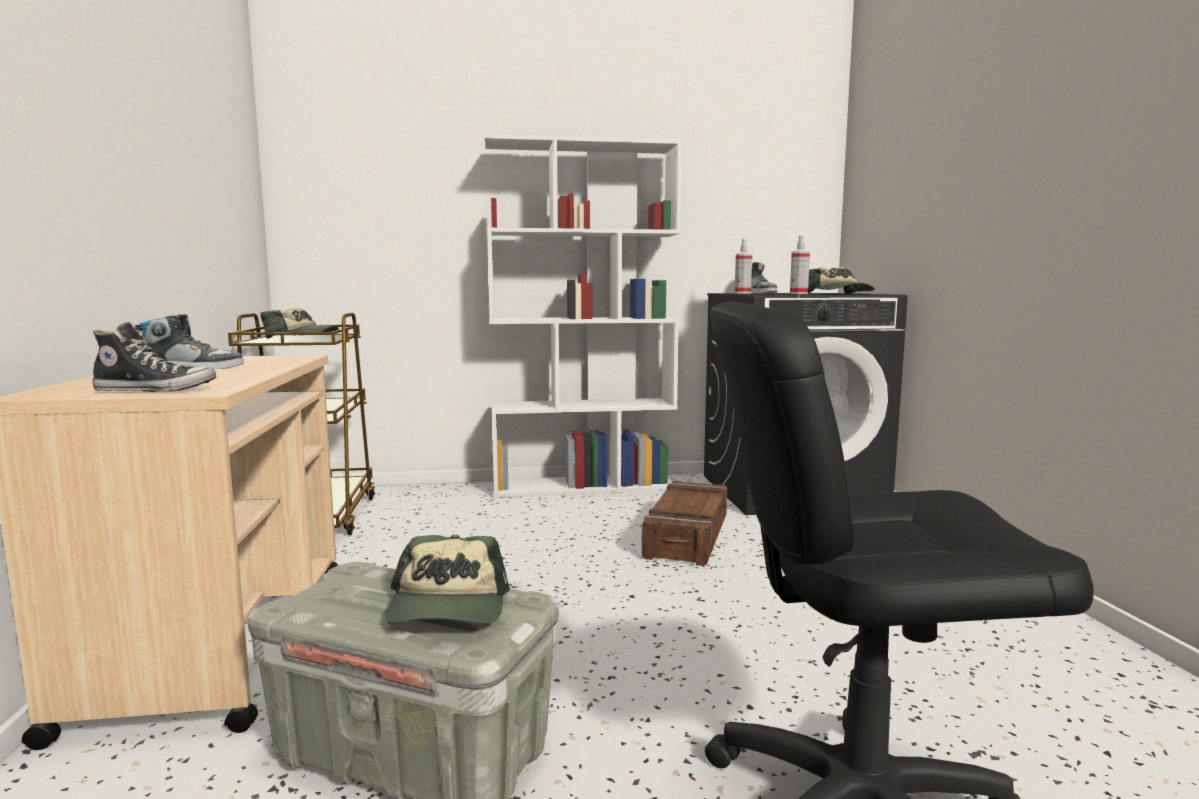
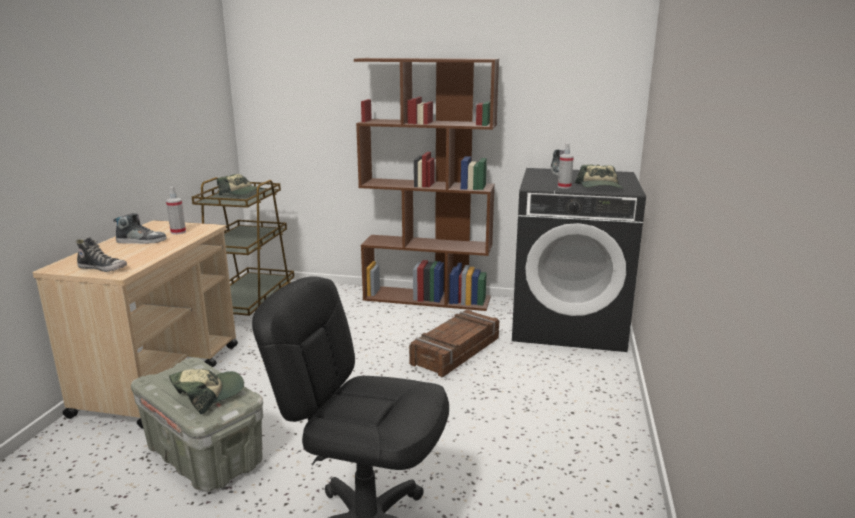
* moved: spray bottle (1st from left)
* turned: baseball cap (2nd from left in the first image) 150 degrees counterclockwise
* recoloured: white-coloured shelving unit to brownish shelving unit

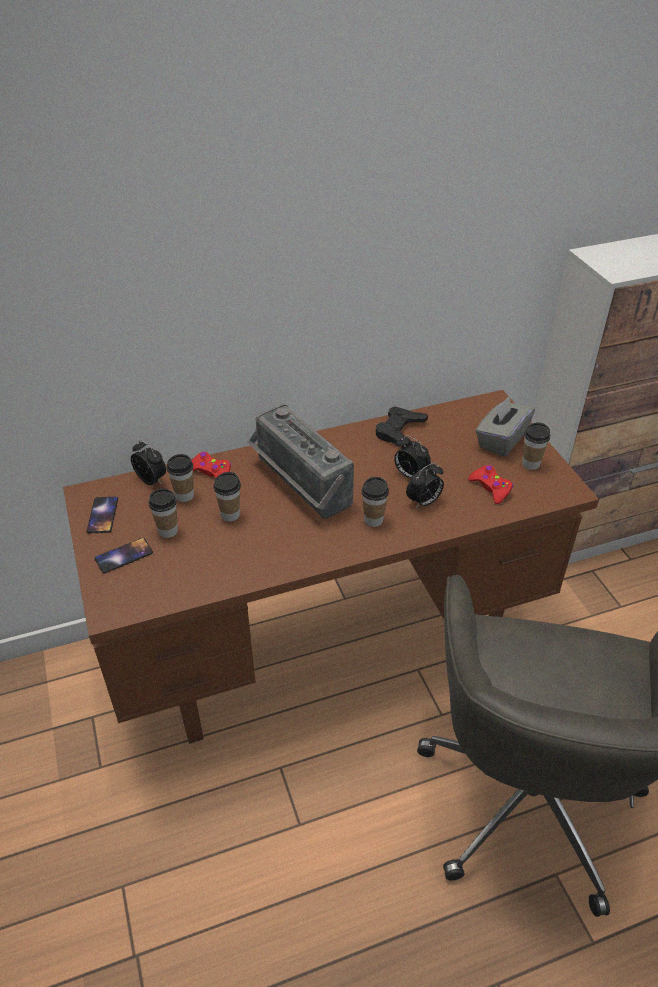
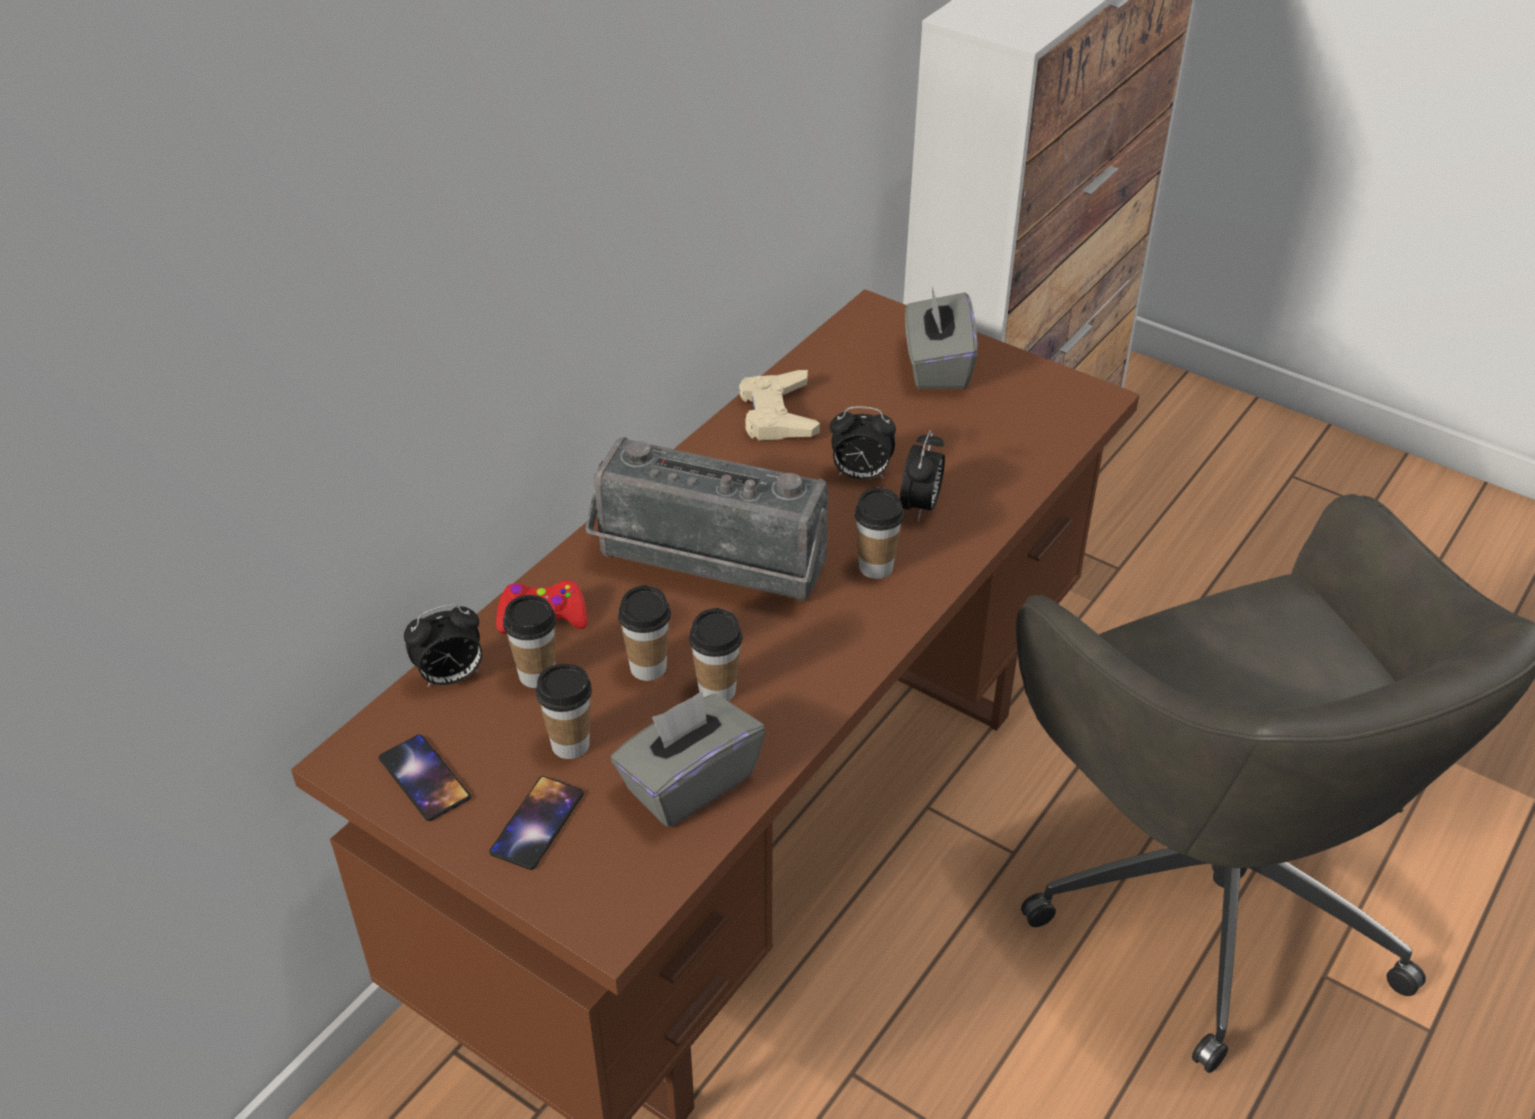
* turned: table clock (1st from left) 150 degrees clockwise
* added: gray tissue holder (1st from left)
* moved: cup (5th from left in the first image) to cup (4th from left)
* recoloured: black-coloured gamepad to beige-coloured gamepad
* removed: reddish gamepad (2nd from left)

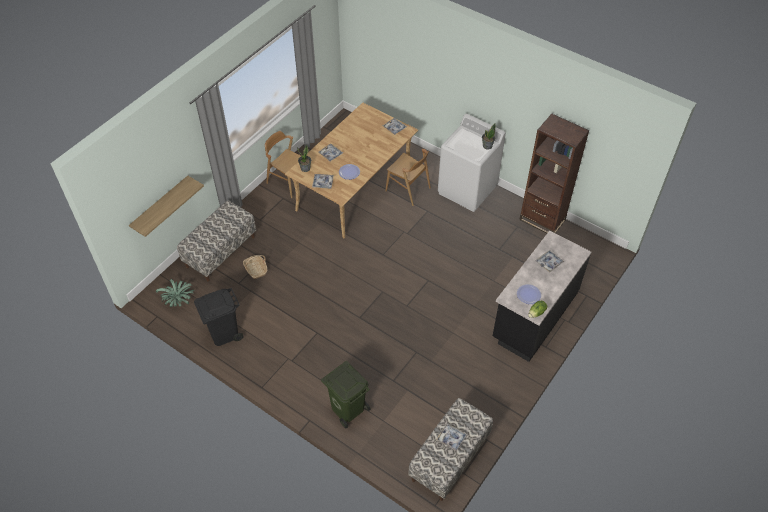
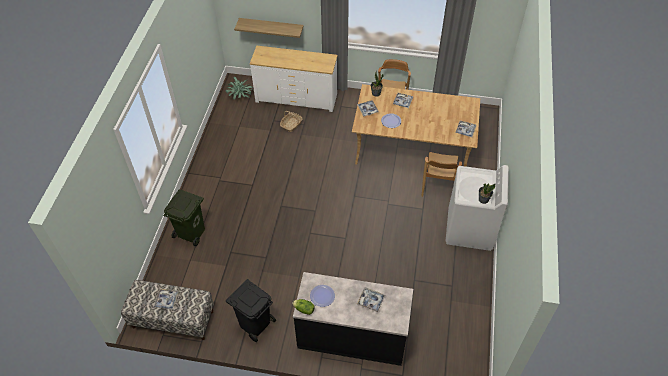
* moved: black-coloured trash can
* replaced: long seat (1st from left) to white-coloured dresser
* removed: brownish shelving unit

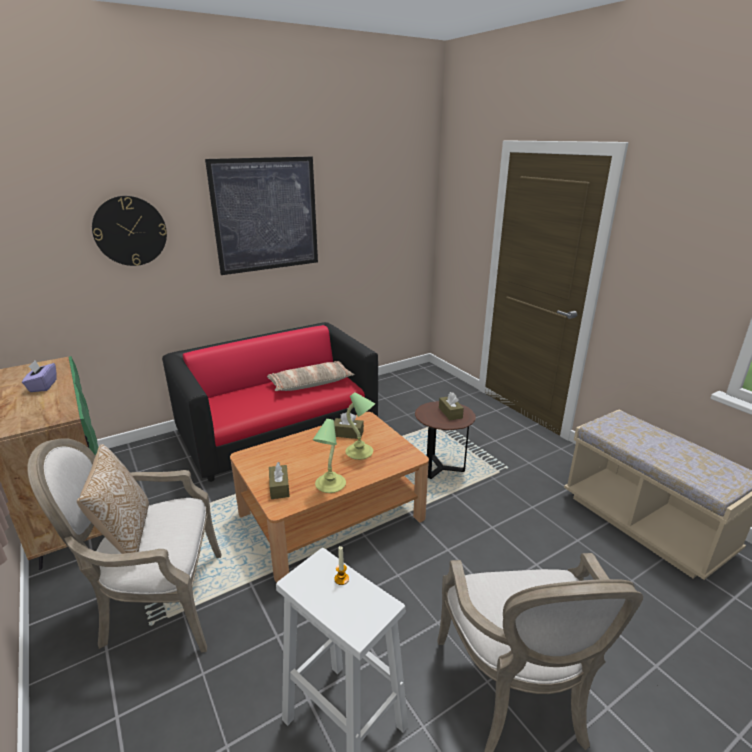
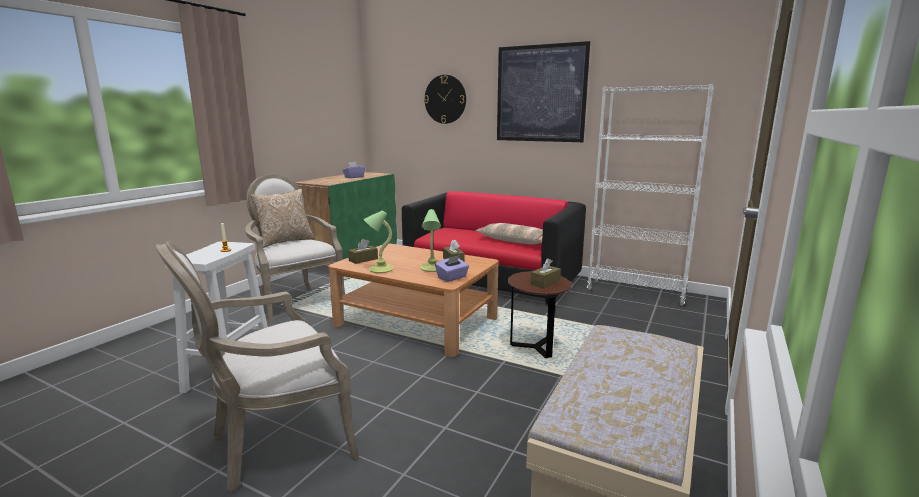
* added: purplish tissue holder (2nd from left)
* added: white-coloured shelving unit

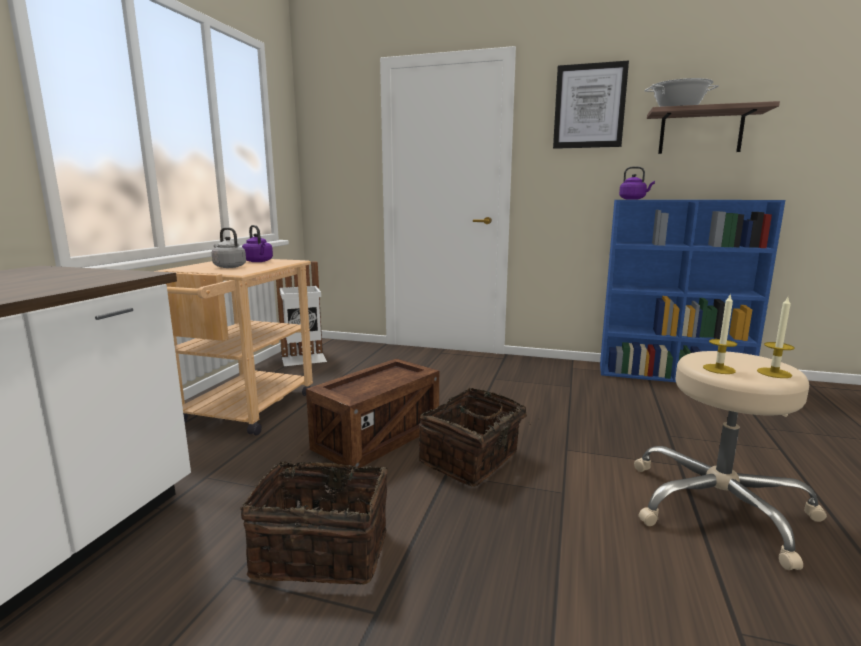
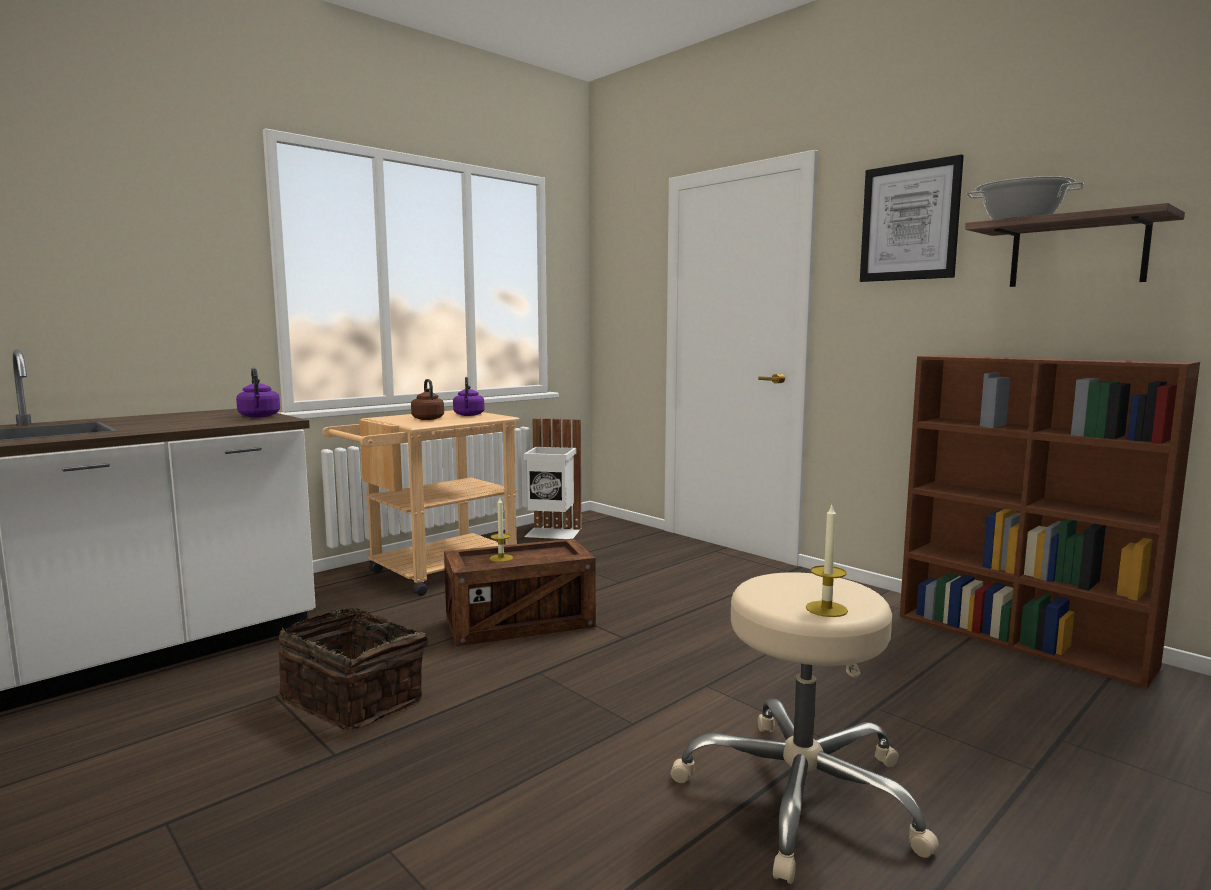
* moved: purplish water kettle (2nd from left in the first image) to purplish water kettle (1st from left)
* recoloured: gray water kettle to brownish water kettle
* moved: wax light (1st from left)
* recoloured: blue-coloured shelving unit to brownish shelving unit
* removed: household basket (2nd from left)

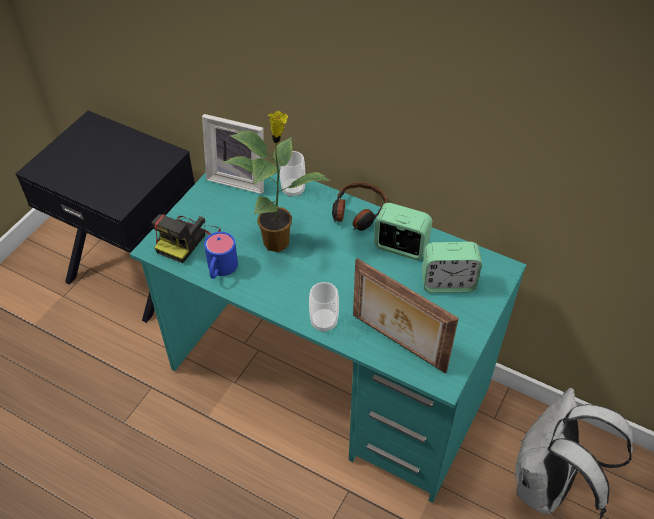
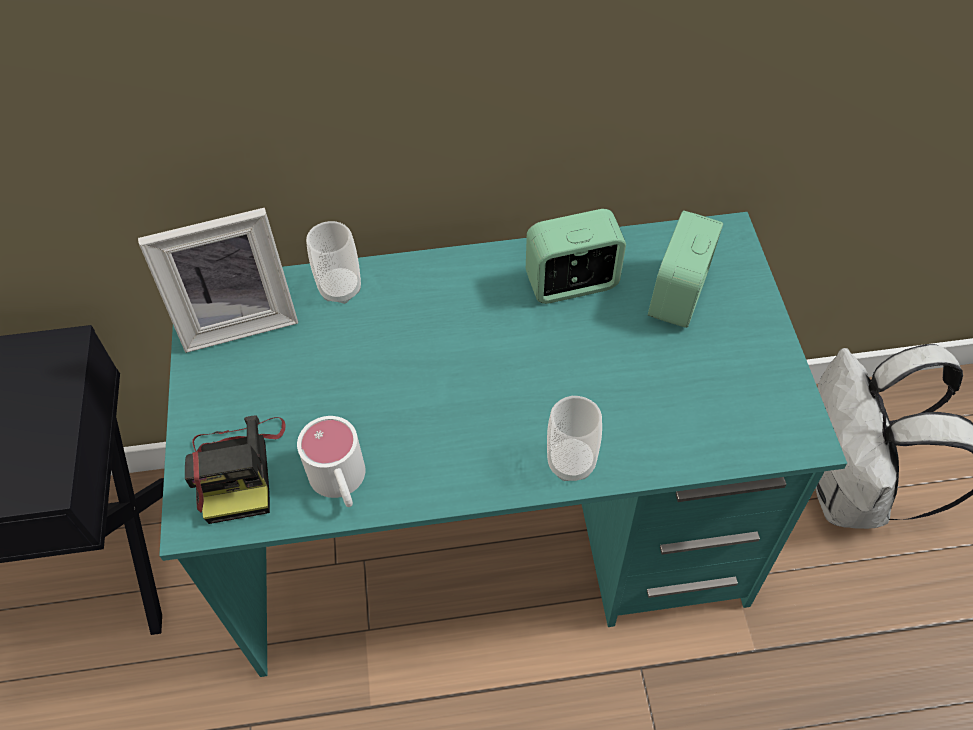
* recoloured: blue-coloured coffee mug to white-coloured coffee mug
* turned: table clock (2nd from left) 150 degrees clockwise
* removed: houseplant
* removed: headphones
* removed: standing frame (2nd from left)

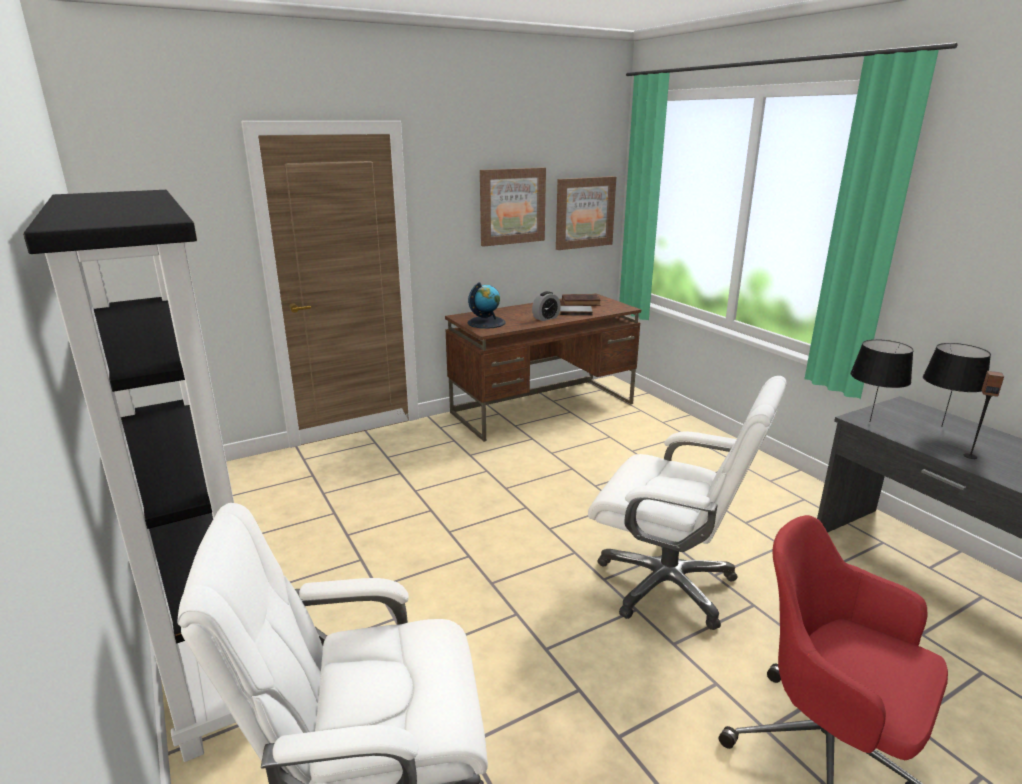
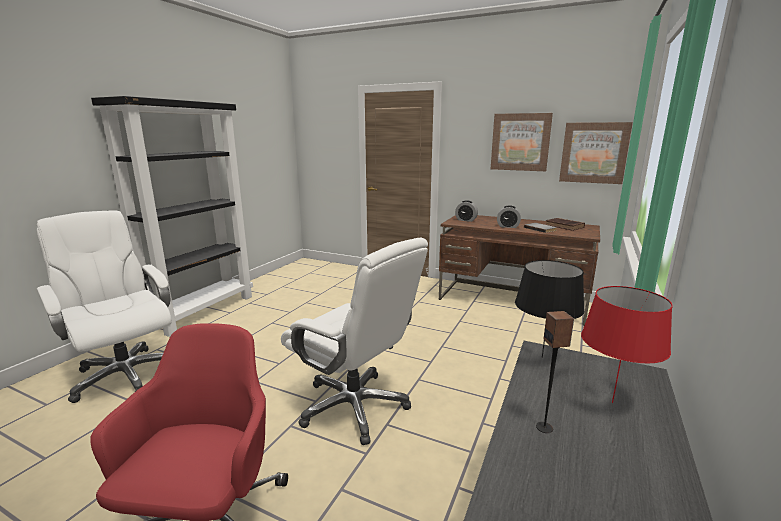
* turned: white-coloured computer chair (2nd from left) 45 degrees counterclockwise
* replaced: world globe to table clock (1st from left)
* recoloured: black-coloured table lamp (2nd from left) to reddish table lamp

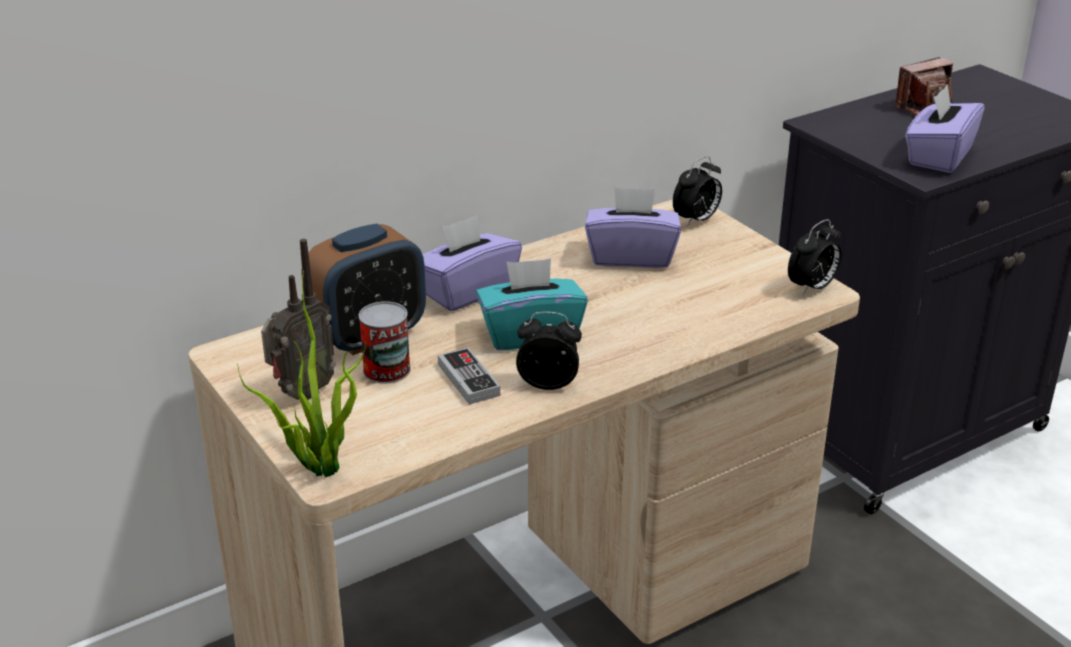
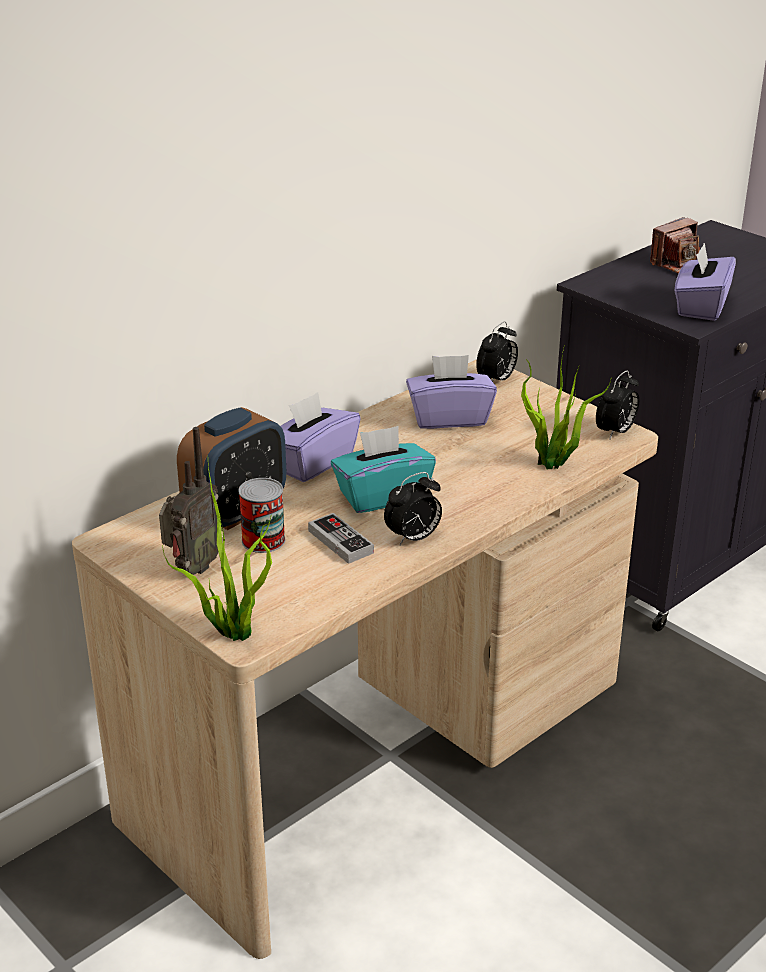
* turned: table clock (2nd from left) 150 degrees clockwise
* added: houseplant (2nd from left)

